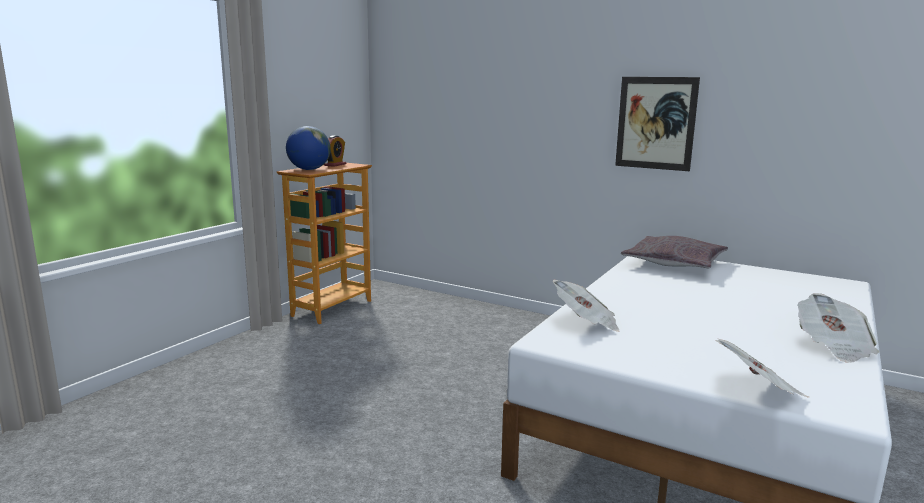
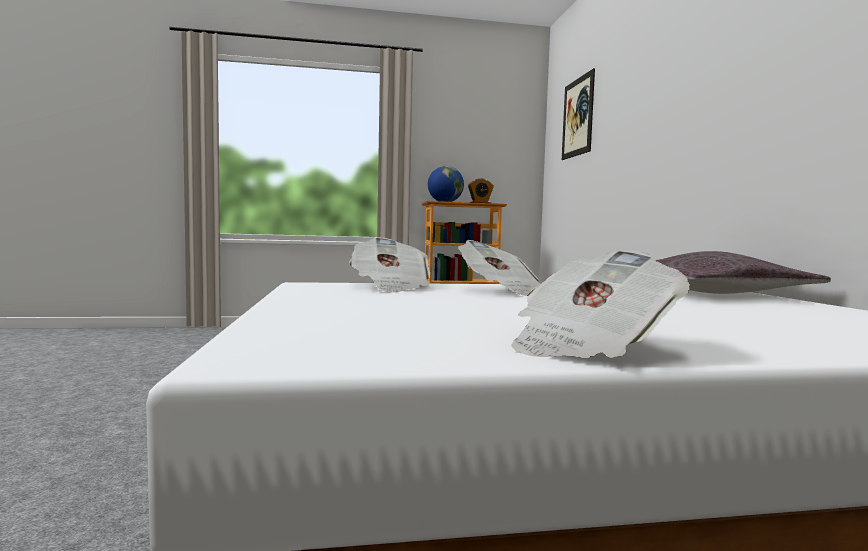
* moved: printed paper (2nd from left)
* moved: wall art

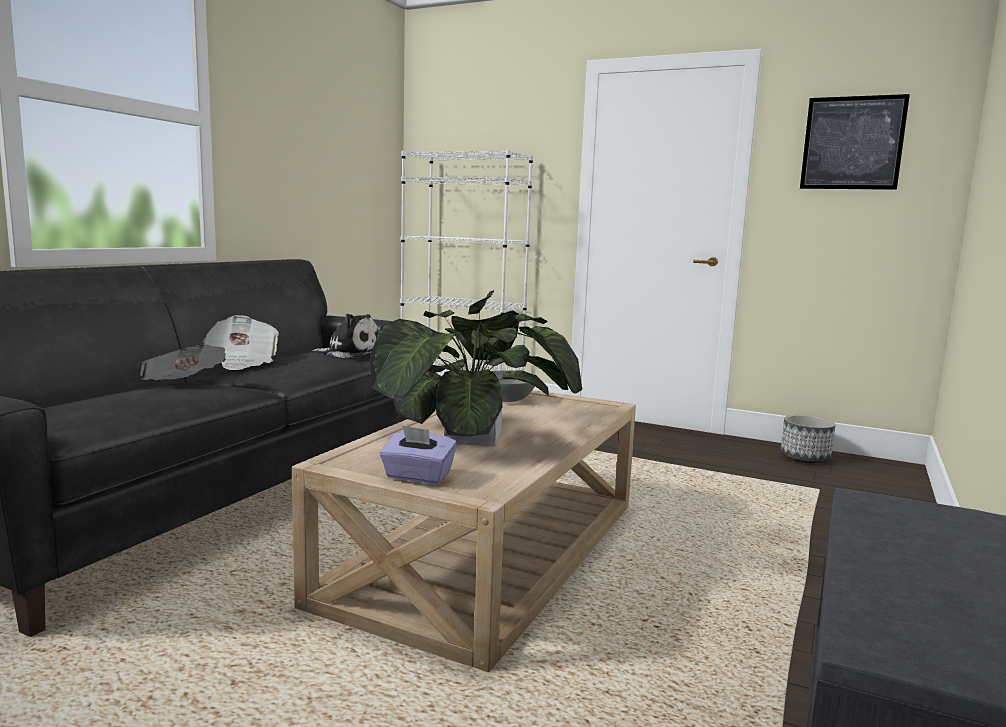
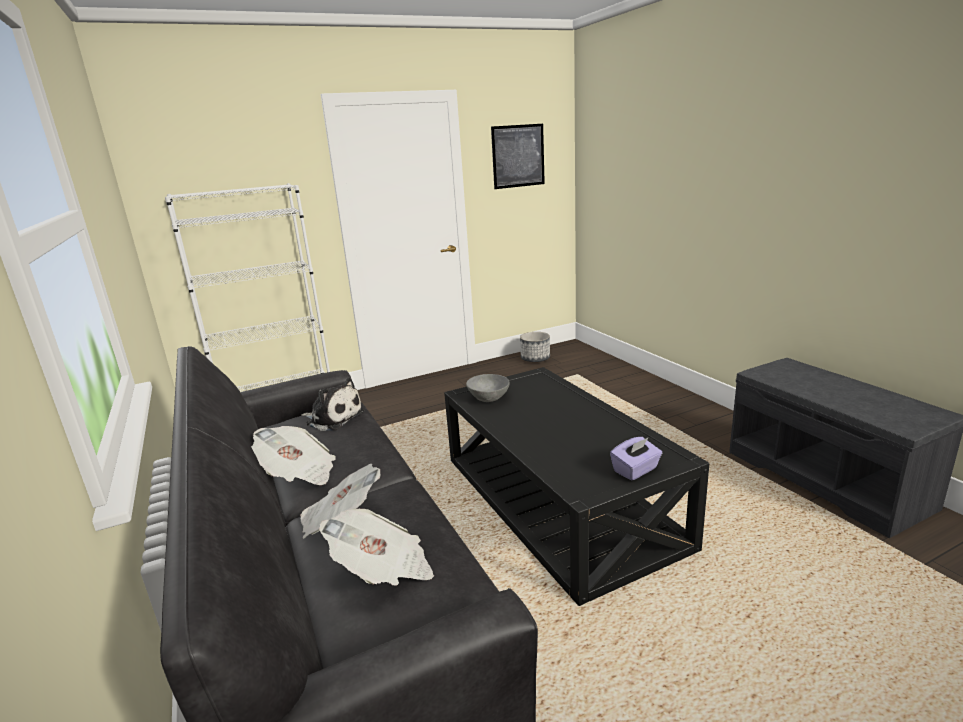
* turned: plush toy 60 degrees clockwise
* added: printed paper (3rd from left)
* recoloured: beige-coloured coffee table to black-coloured coffee table
* removed: houseplant

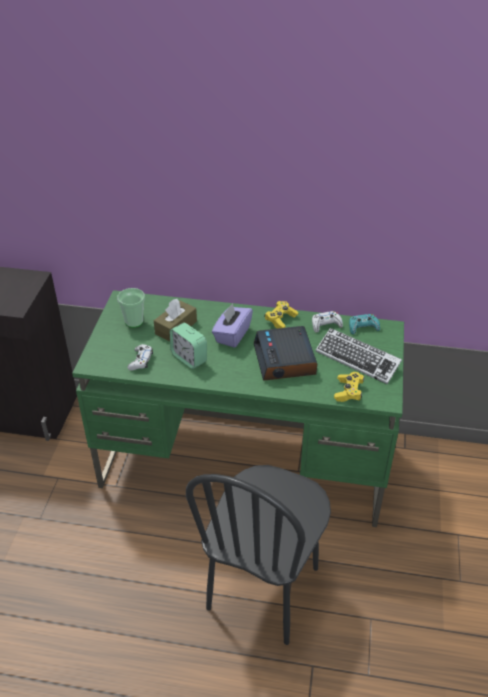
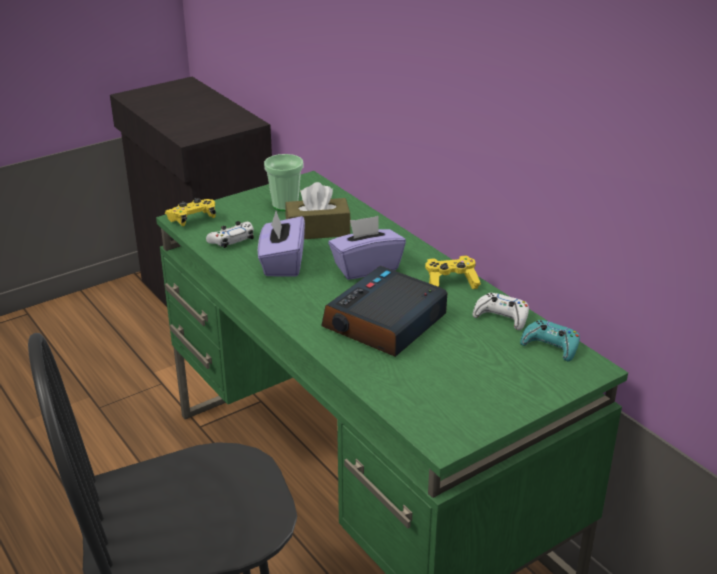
* moved: yellowish gamepad (2nd from left in the first image) to yellowish gamepad (1st from left)
* replaced: table clock (1st from left) to purplish tissue holder (1st from left)
* removed: PC keyboard

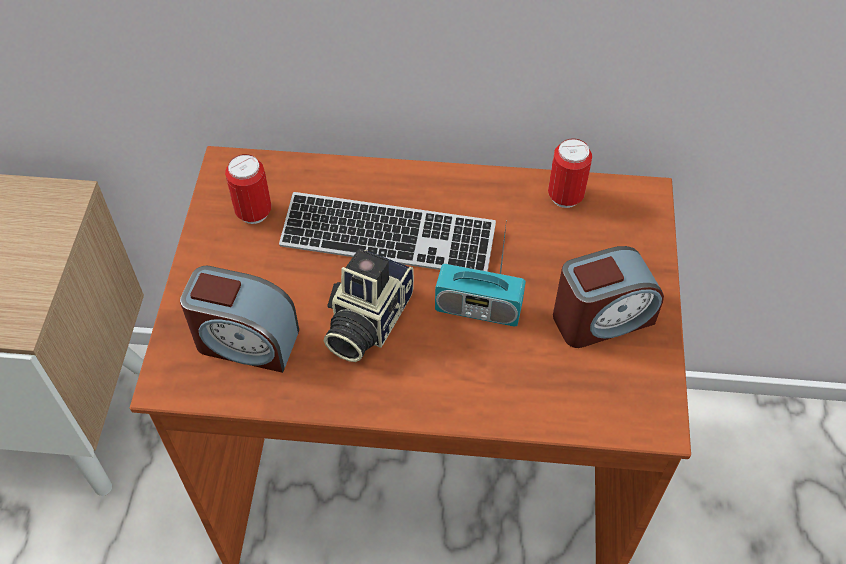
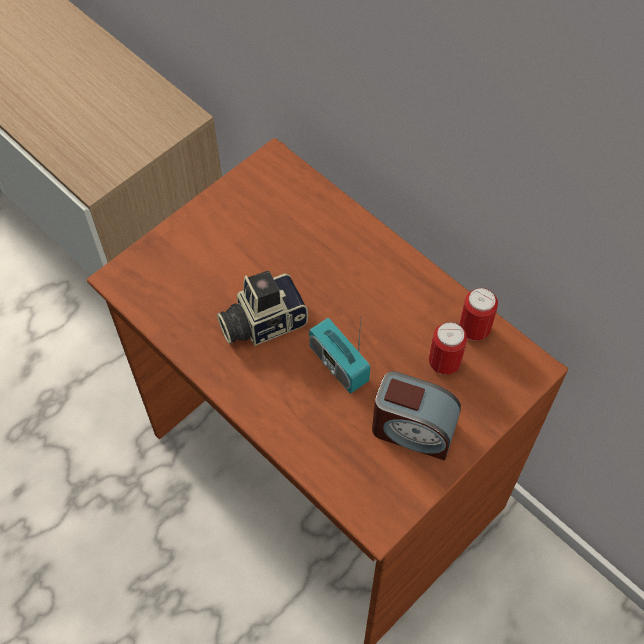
* moved: can (1st from left)
* removed: table clock (1st from left)
* removed: PC keyboard

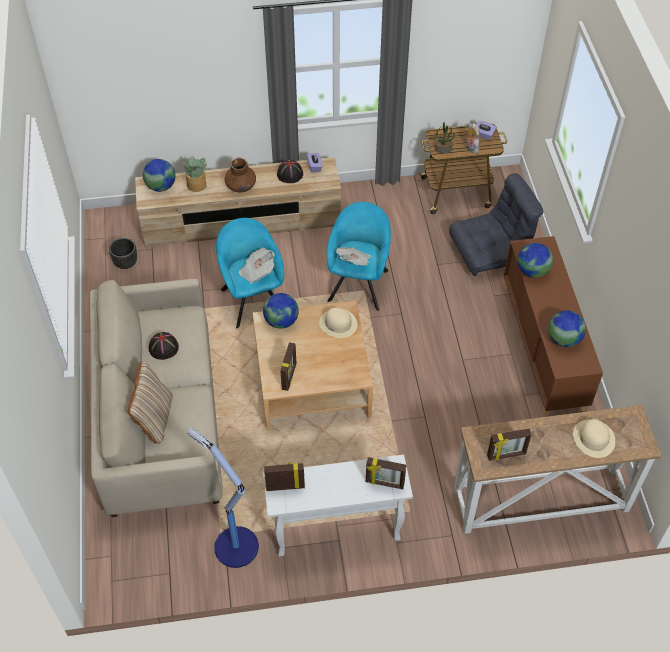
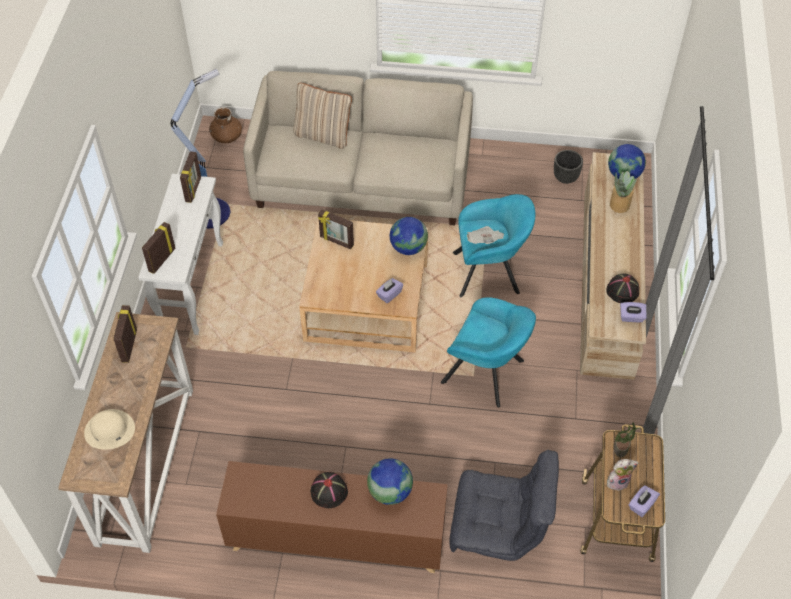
* moved: brownish vase
* moved: black-coloured wearable hat (1st from left)
* replaced: beige-coloured wearable hat (1st from left) to purplish tissue holder (1st from left)
* turned: gray lounge chair 75 degrees counterclockwise
* removed: printed paper (2nd from left)
* removed: world globe (4th from left)

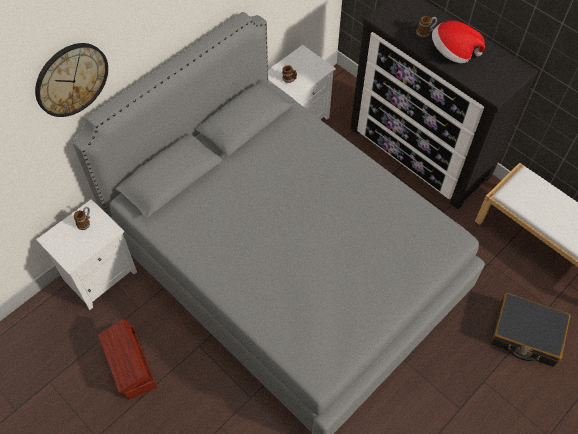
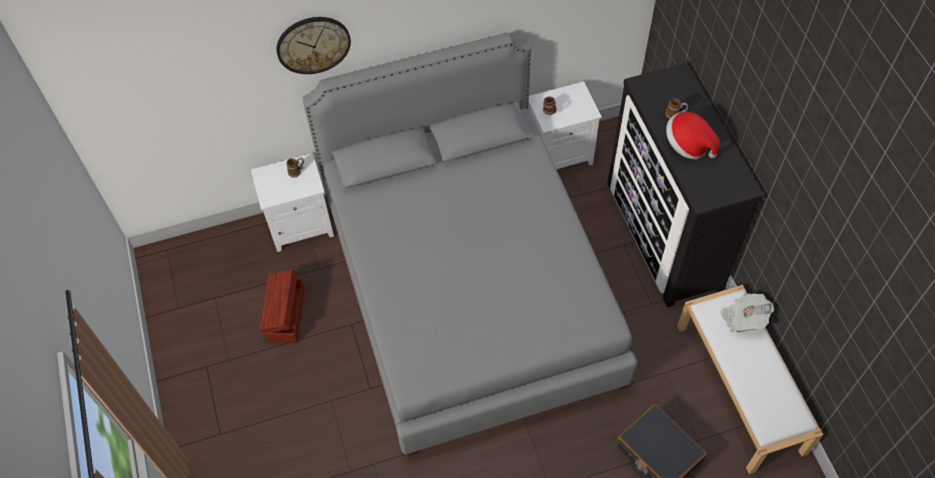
* added: printed paper

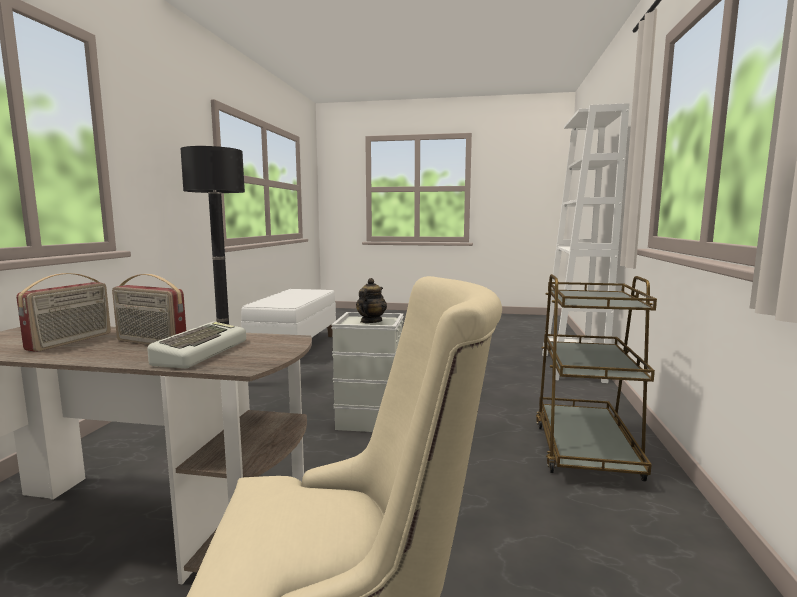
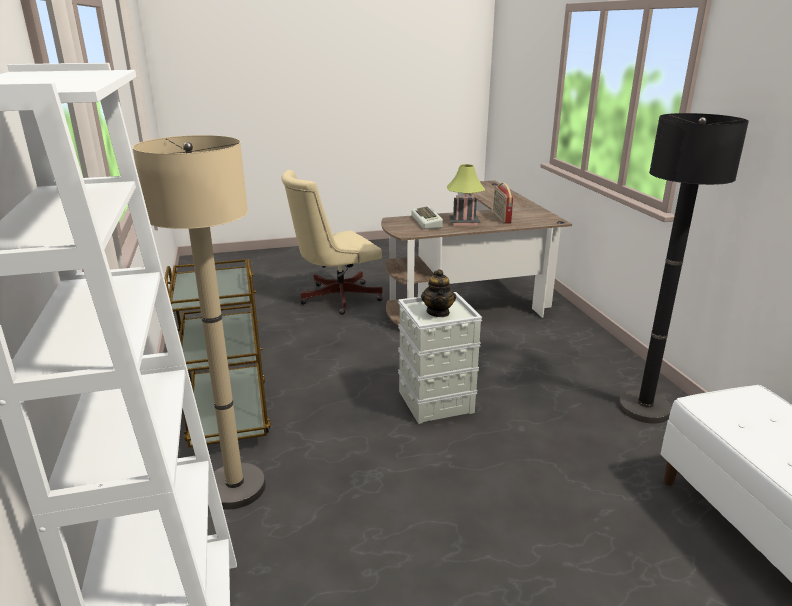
* added: beige-coloured standing lamp
* replaced: radio set (2nd from left) to table lamp

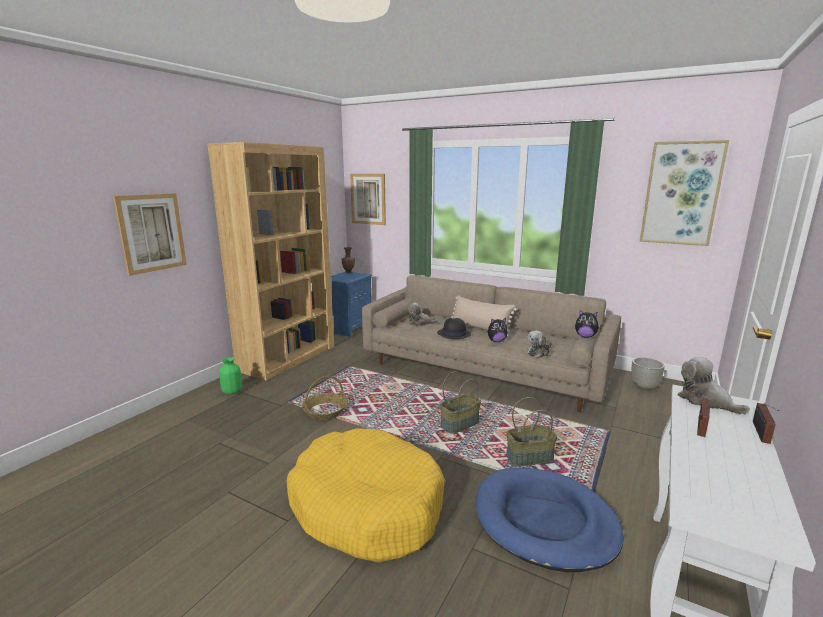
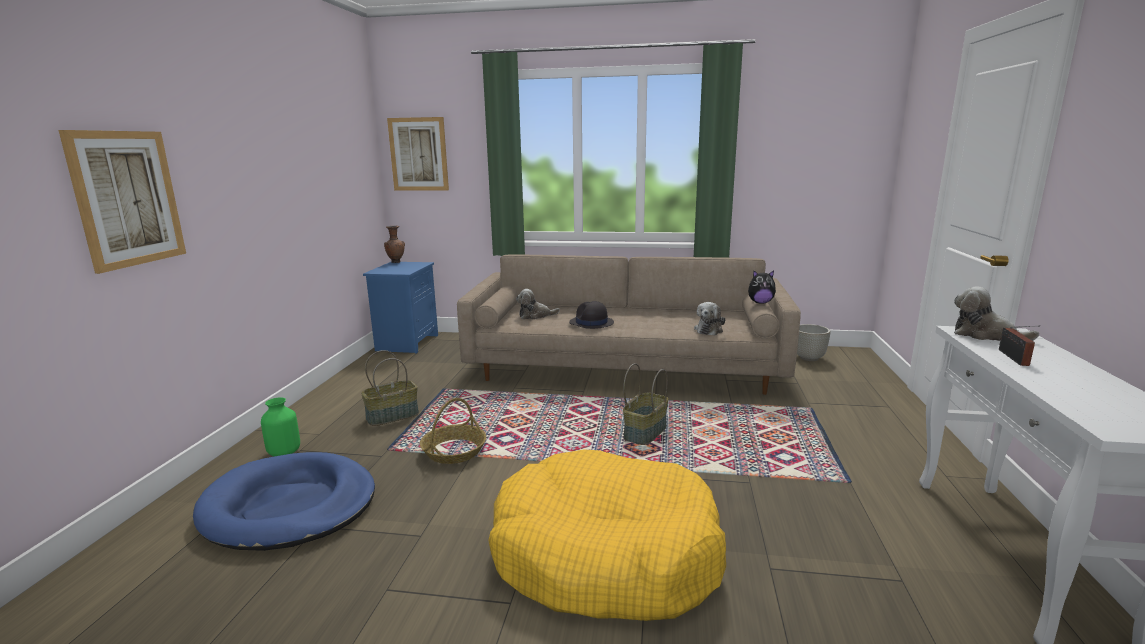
* moved: blue-coloured dog bed
* moved: household basket (3rd from left in the first image) to household basket (1st from left)
* removed: brownish shelving unit
* removed: beige-coloured throw pillow
* removed: plush toy (2nd from left)
* removed: wall art (3rd from left)
* removed: radio set (2nd from left)

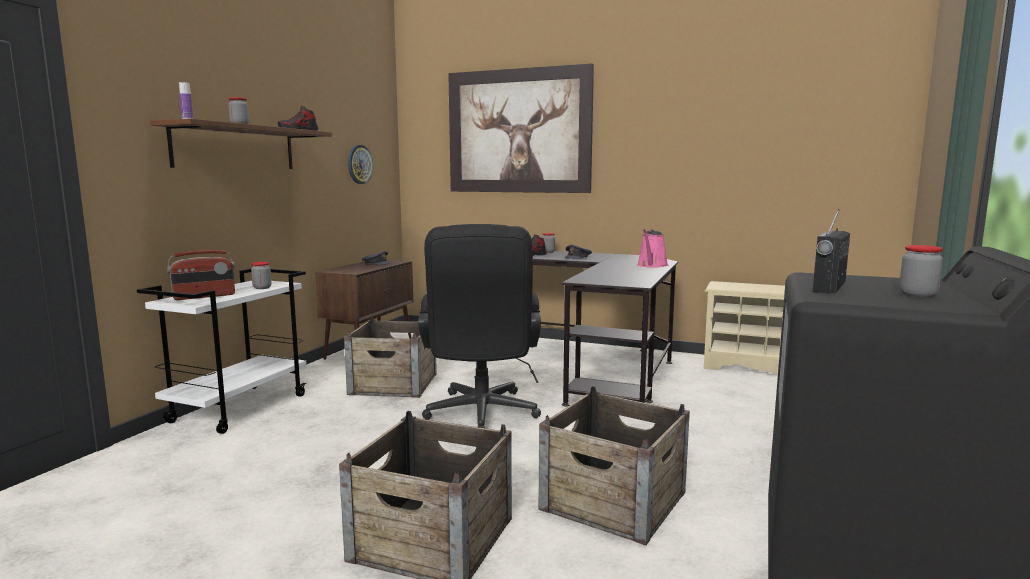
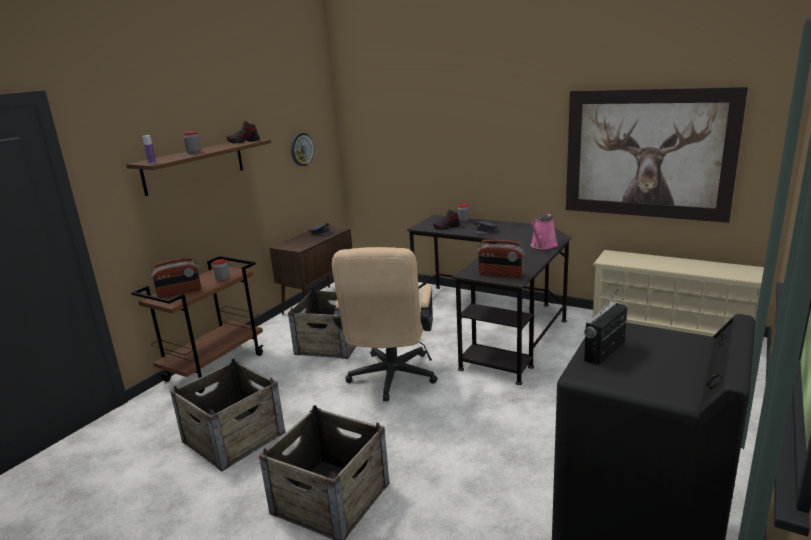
* recoloured: white-coloured cart to brownish cart
* moved: packing crate (3rd from left in the first image) to packing crate (1st from left)
* recoloured: black-coloured computer chair to beige-coloured computer chair
* added: radio set (2nd from left)
* moved: wall art
* removed: preserve jar (4th from left)

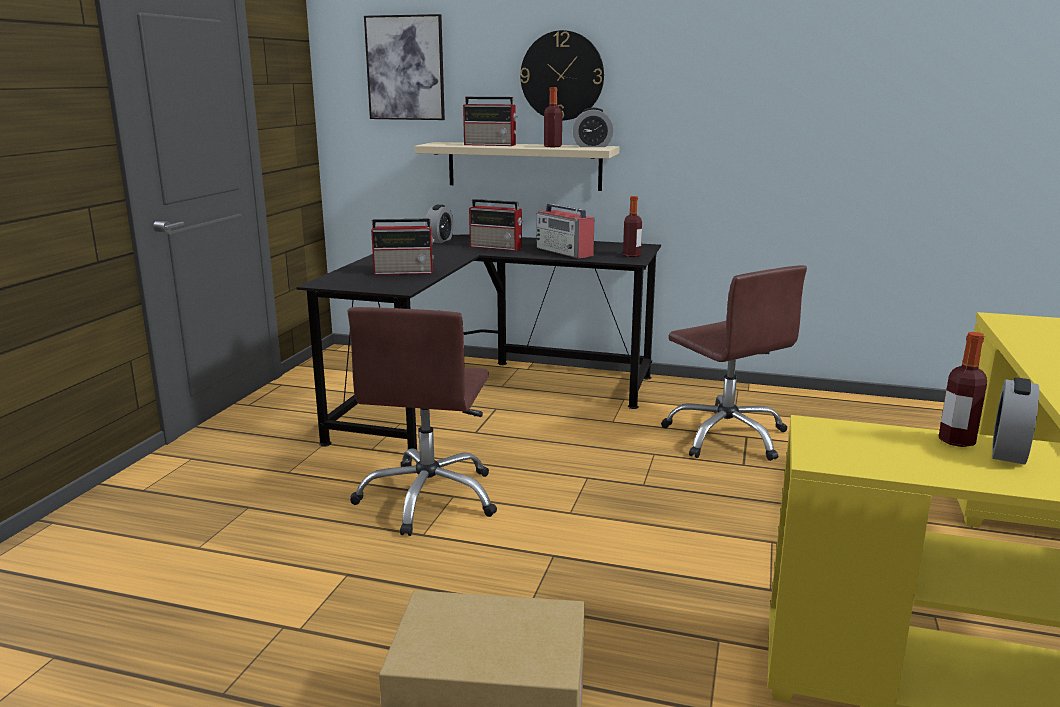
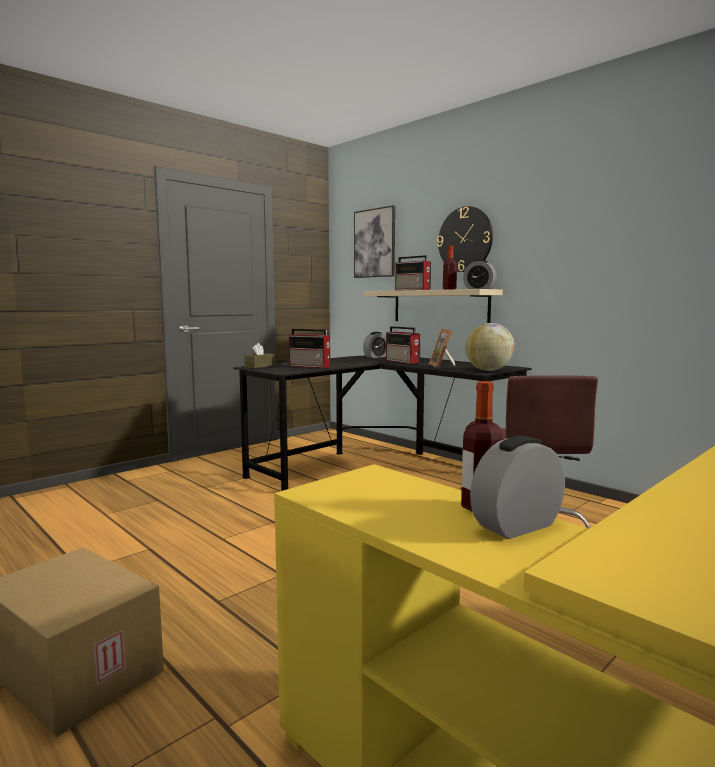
* added: brownish tissue holder
* replaced: radio set (4th from left) to standing frame
* replaced: drink bottle (2nd from left) to world globe
* removed: brownish computer chair (1st from left)

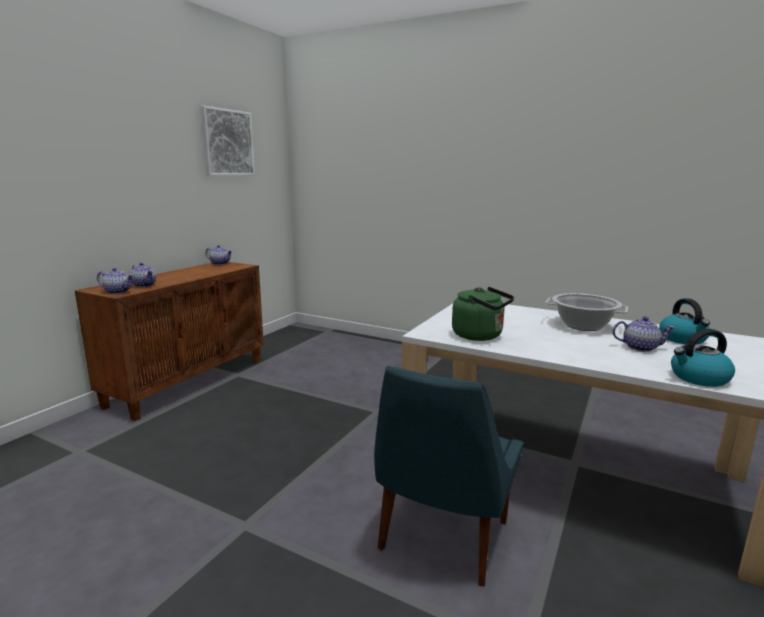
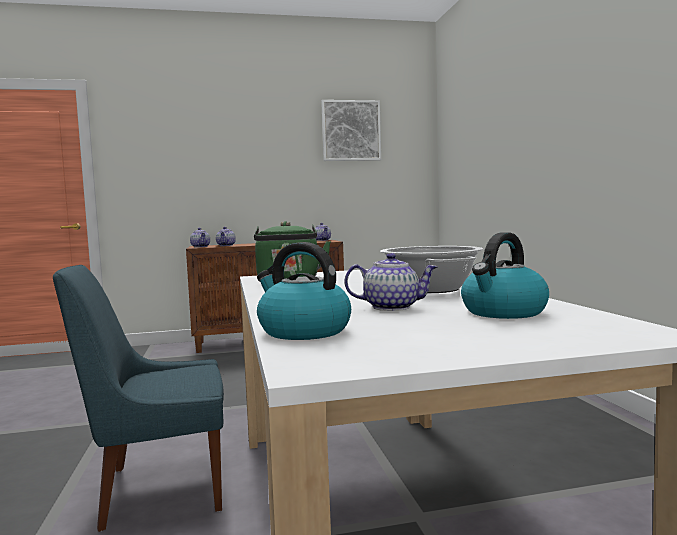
* turned: tea pot (4th from left) 60 degrees counterclockwise

